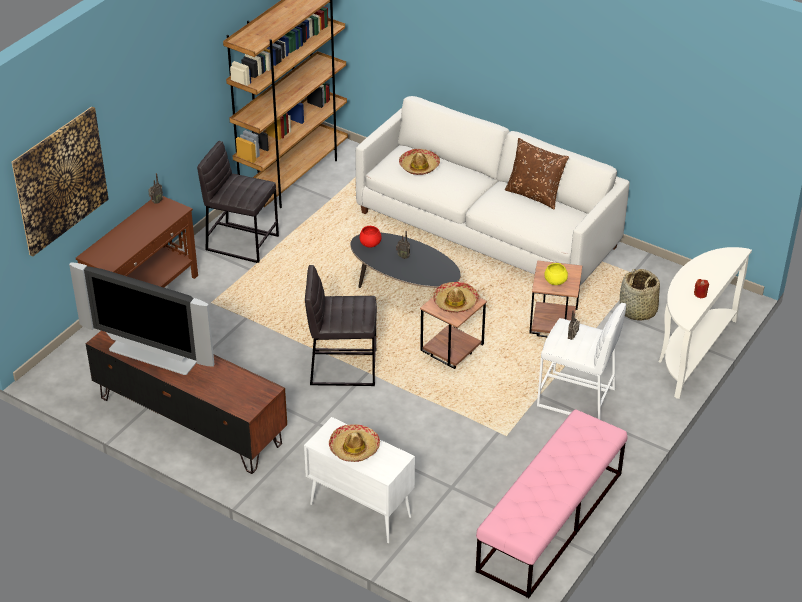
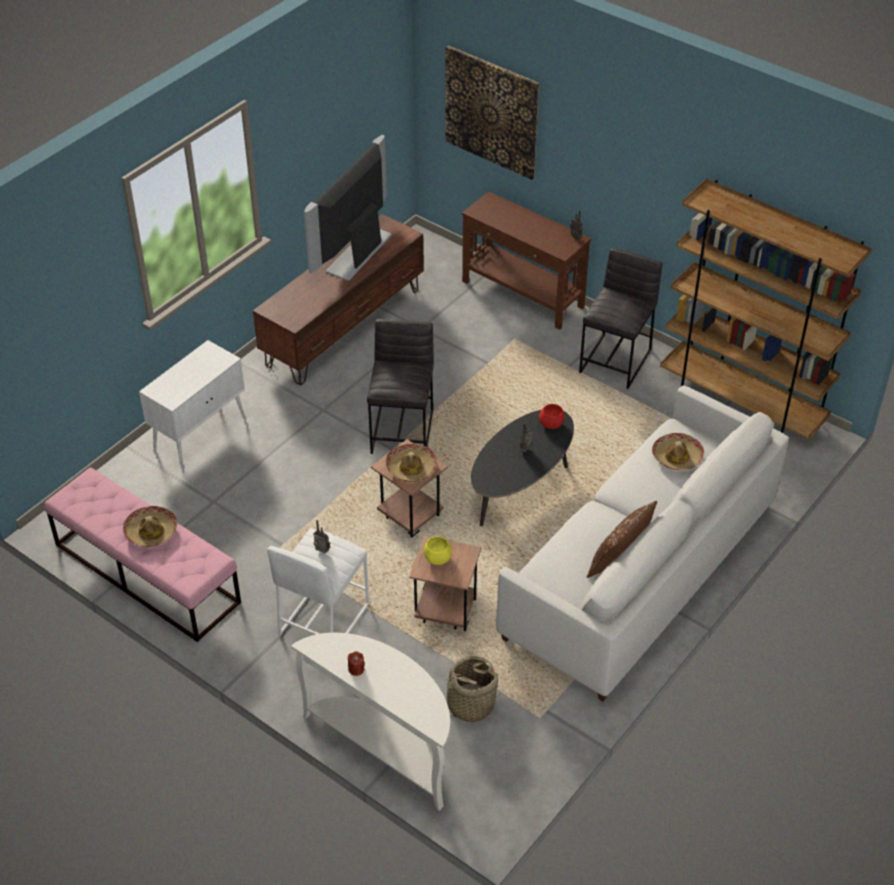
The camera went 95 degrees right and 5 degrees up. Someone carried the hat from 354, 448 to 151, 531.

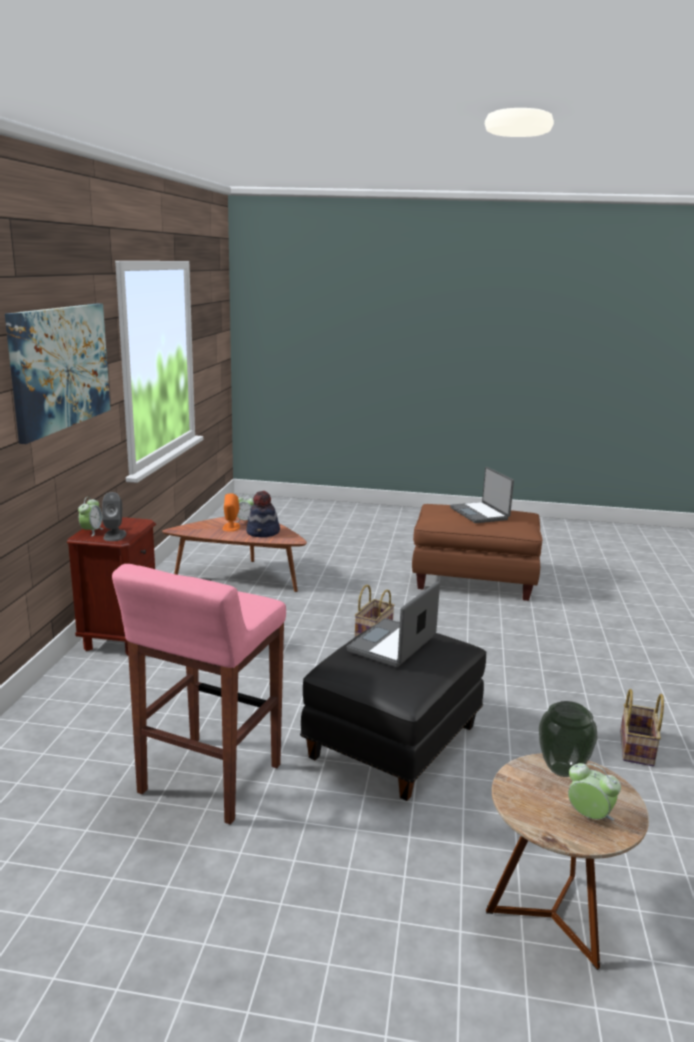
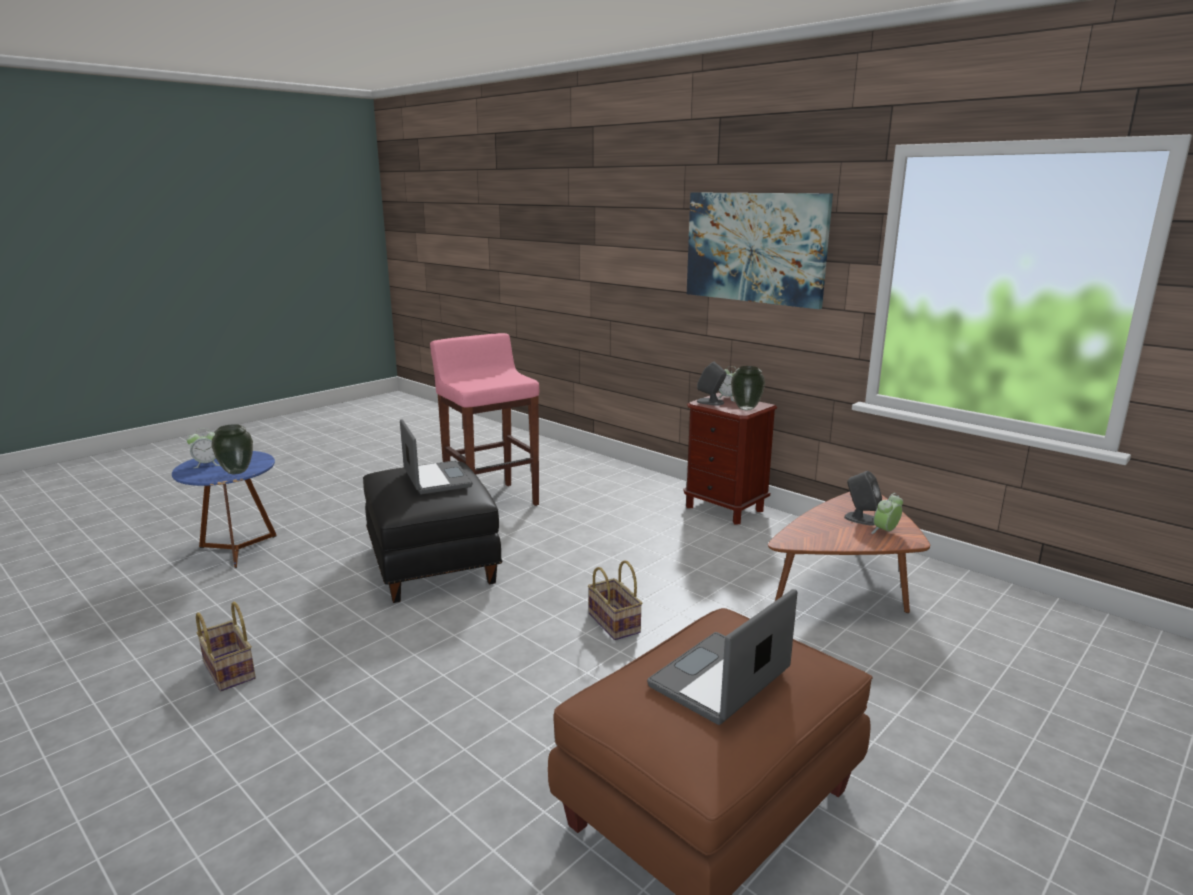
The camera went 125 degrees right and 0 degrees up. Someone rotated the laptop at 480, 513 by 60 degrees counterclockwise. Someone took away the hat at 263, 533. Someone repainted the orange speaker at 231, 527, which became the grey speaker at 861, 519. Someone repainted the brown side table at 550, 917, which became the blue side table at 238, 550. Someone put down the vase at 745, 408.

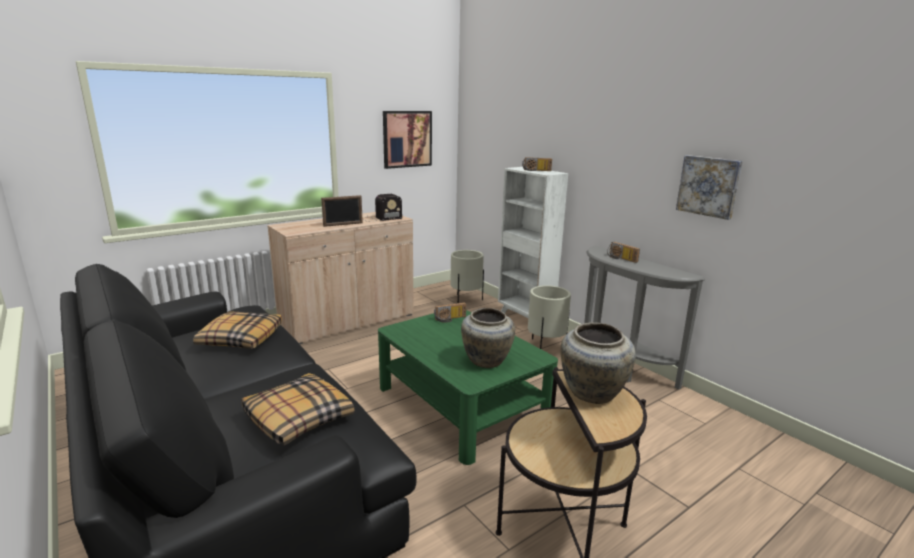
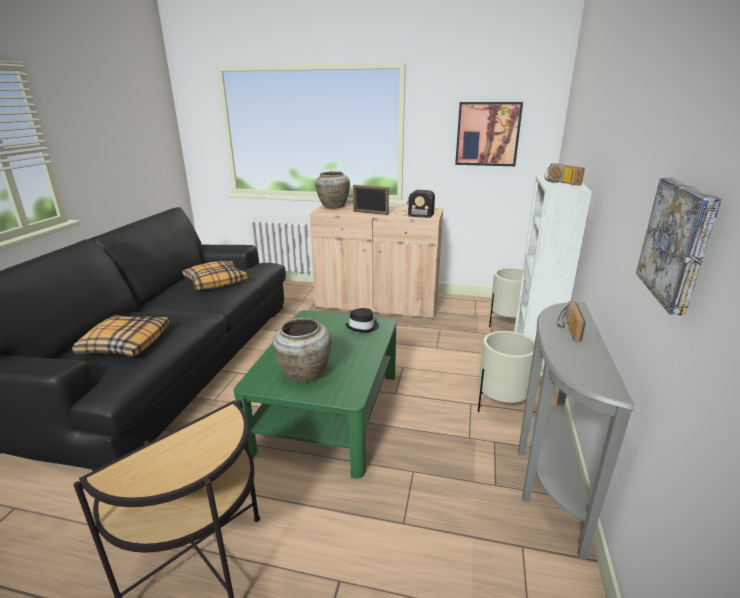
The camera went 50 degrees right and 5 degrees up. Someone swapped the radio at 450, 319 for the black hat at 363, 326. Someone carried the beige vase from 591, 393 to 333, 206.

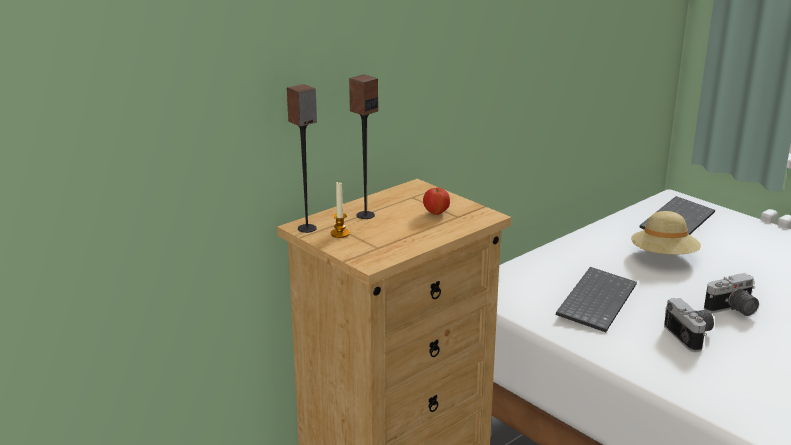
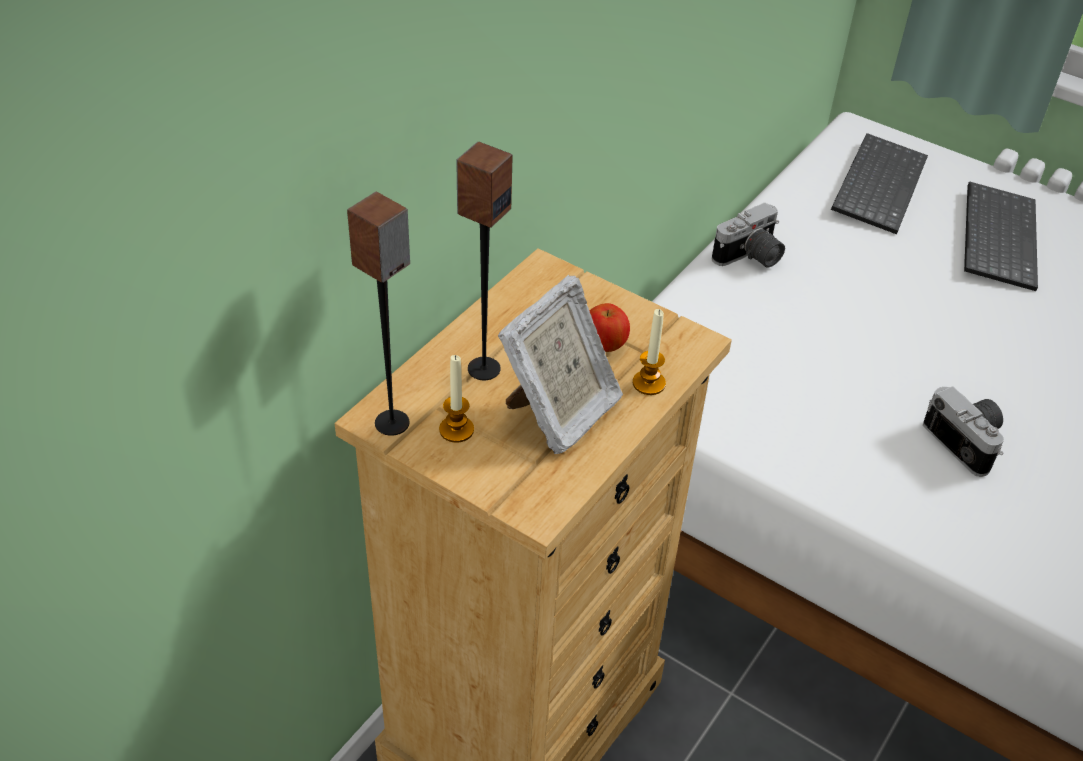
The camera went 15 degrees left and 20 degrees up. Someone took away the beige hat at 663, 257. Someone carried the keyboard from 595, 300 to 996, 236. Someone carried the photo camera from 733, 310 to 750, 258. Someone put down the picture frame at 559, 413. Someone put down the candle at 649, 383.

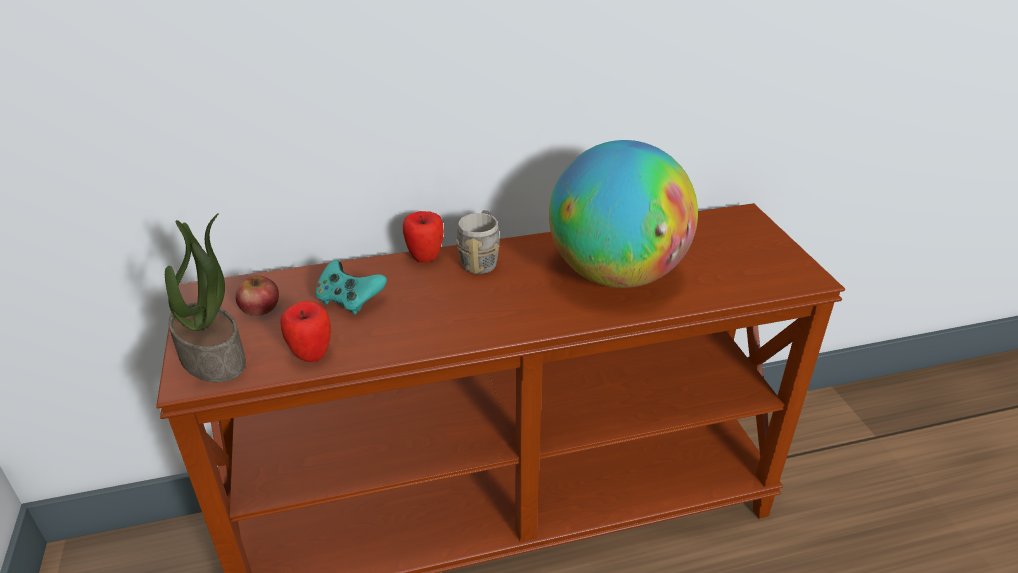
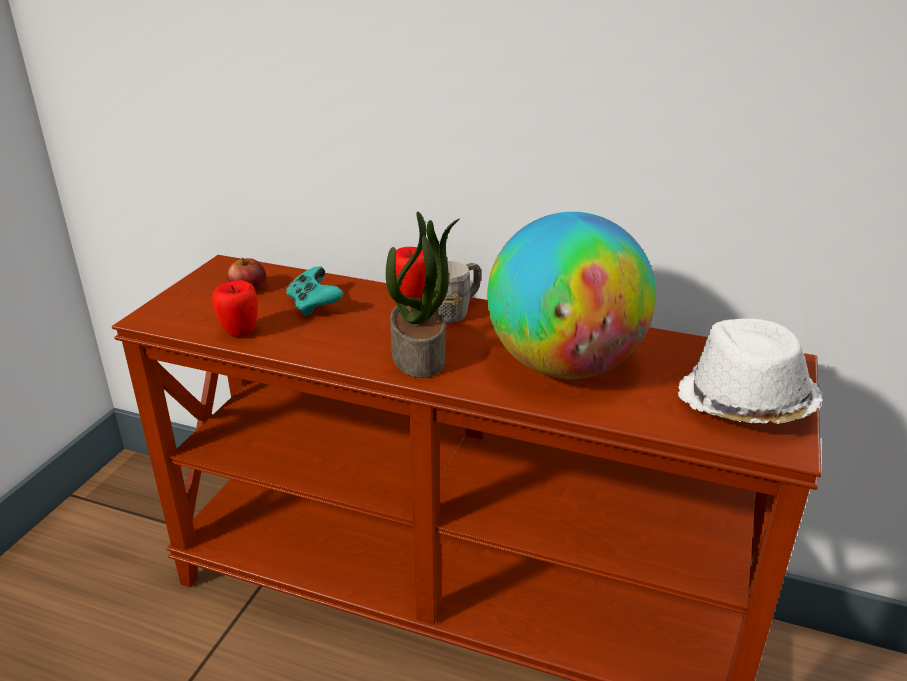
The camera went 35 degrees right and 5 degrees down. Someone carried the potted plant from 214, 358 to 420, 356. Someone put down the white hat at 743, 403.

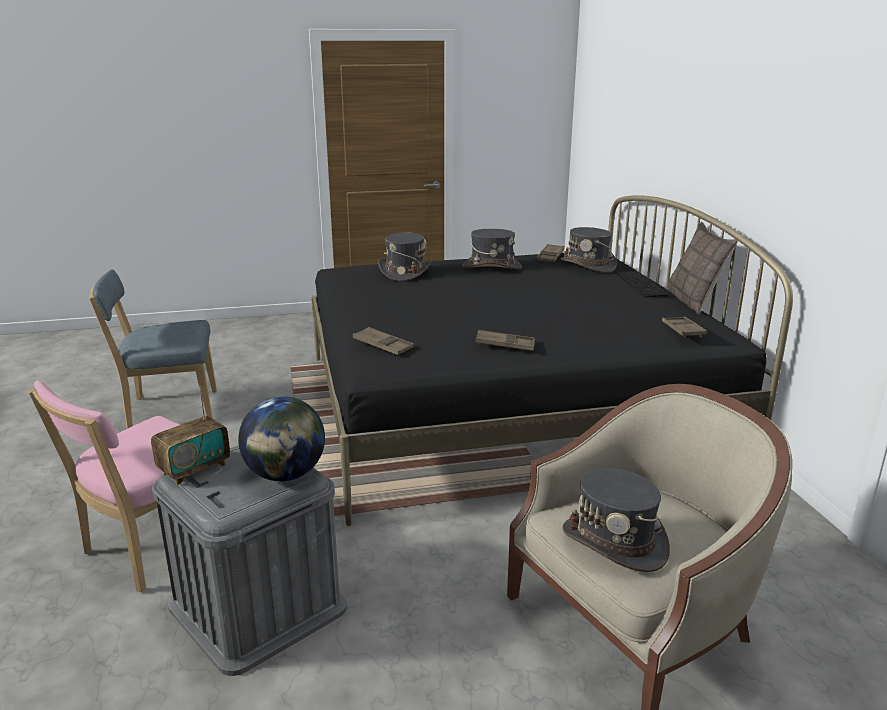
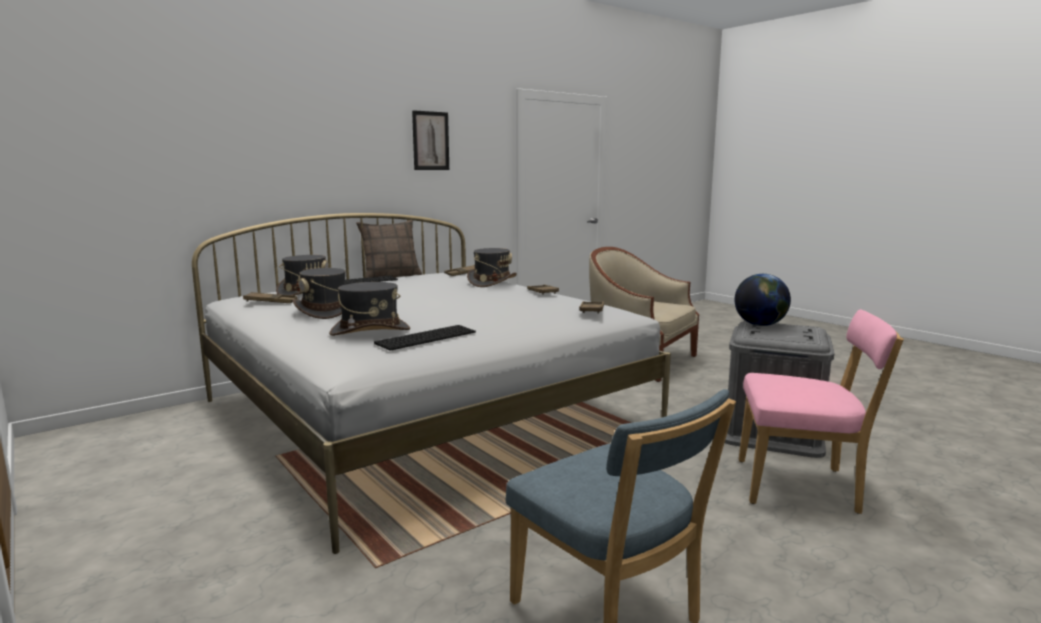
The camera went 115 degrees left and 10 degrees down. Someone repainted the black bed at 506, 407, which became the white bed at 423, 414. Someone took away the radio at 194, 469. Someone carried the grey hat from 614, 542 to 491, 282. Someone put up the picture at 430, 141. Someone put down the keyboard at 426, 337.

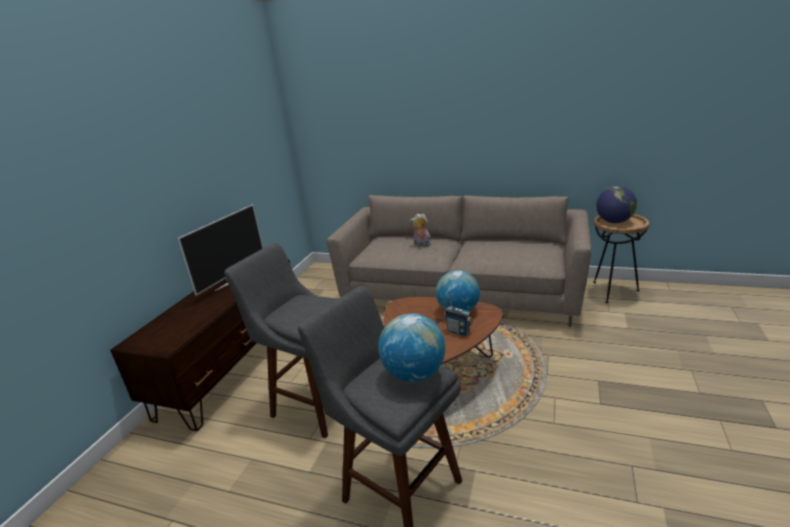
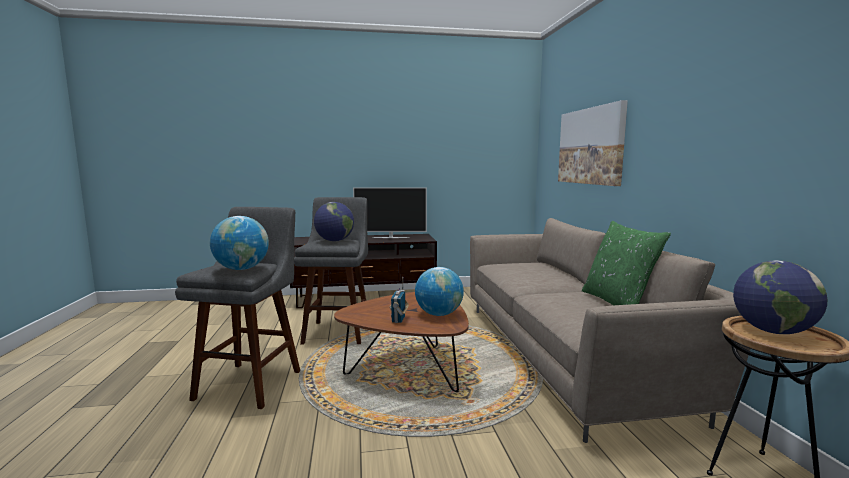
The camera went 60 degrees right and 15 degrees down. Someone took away the plush toy at 421, 245. Someone put up the picture at 590, 146. Someone put down the globe at 334, 241. Someone put down the green pillow at 618, 303.

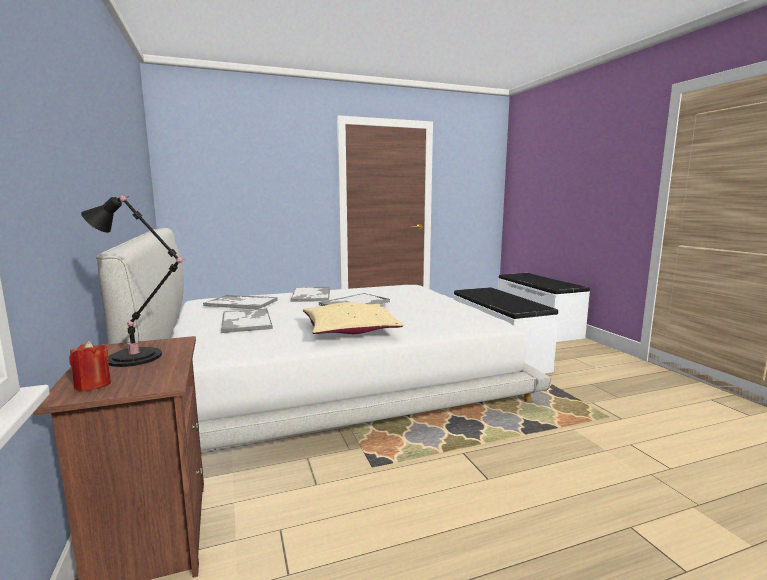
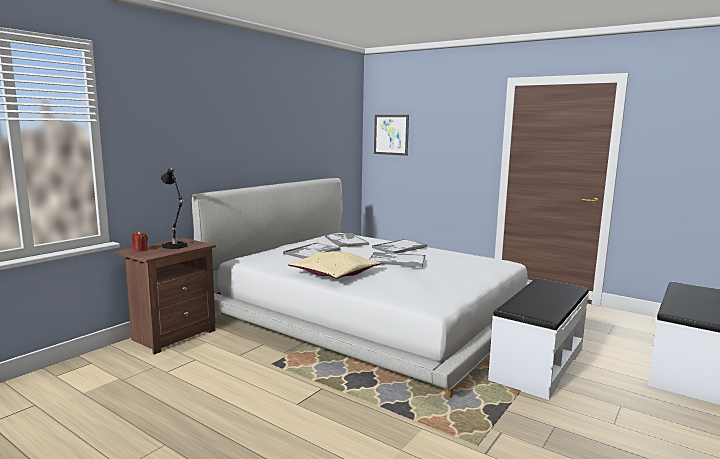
The camera went 55 degrees right and 0 degrees up. Someone put up the picture at 391, 134.

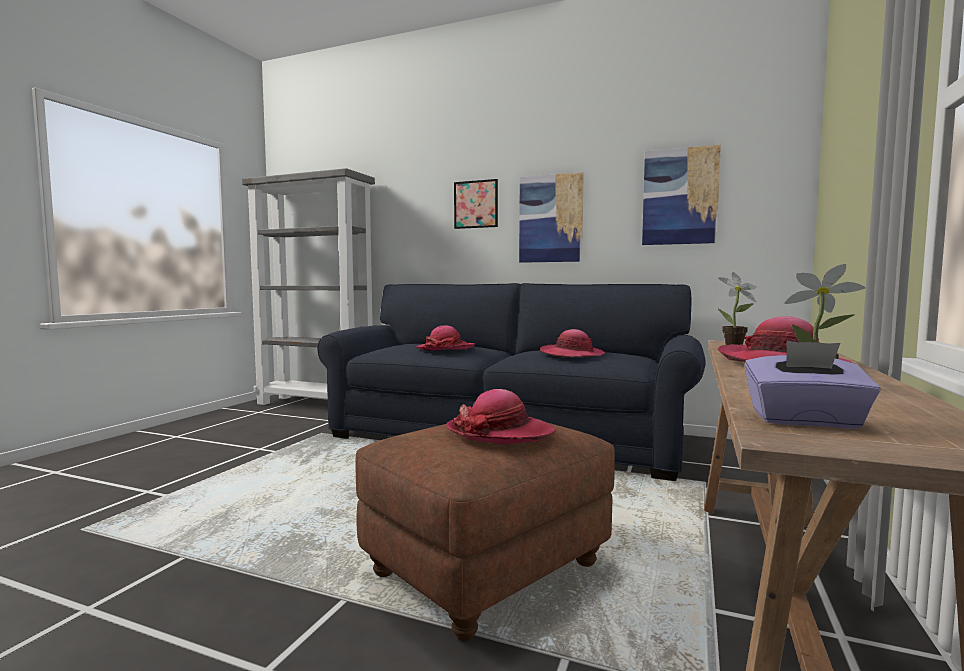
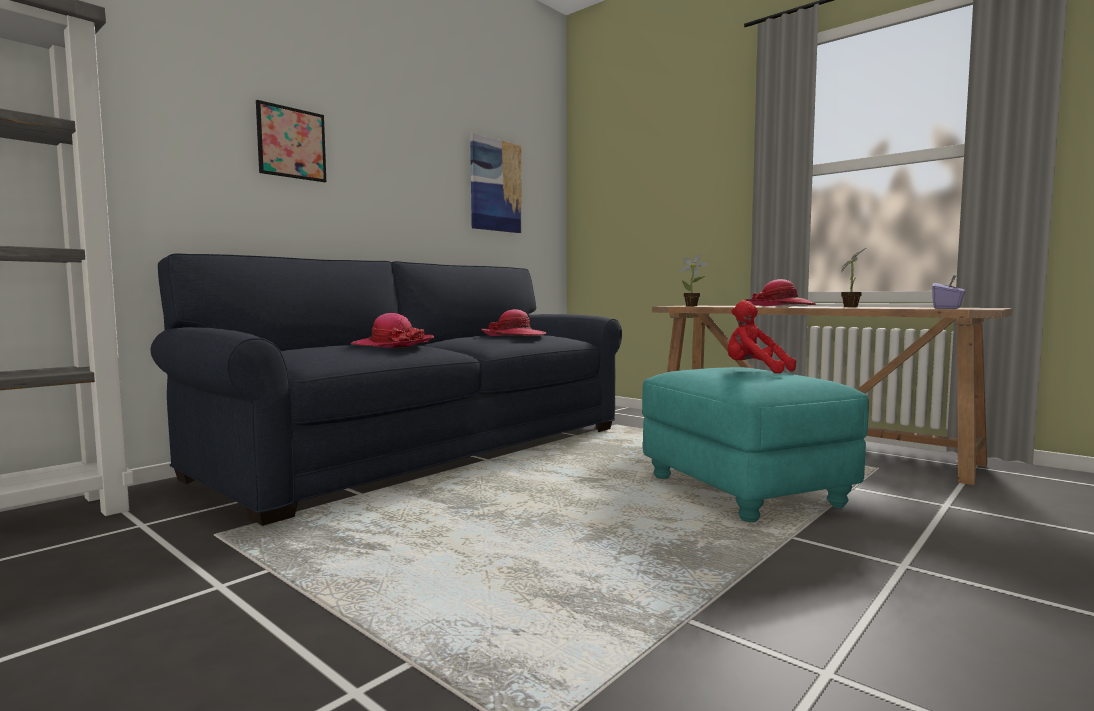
The camera went 70 degrees left and 0 degrees up. Someone took away the picture at 550, 219. Someone swapped the hat at 500, 432 for the red plush toy at 754, 371. Someone repainted the brown ottoman at 486, 570, which became the turquoise ottoman at 744, 491.

